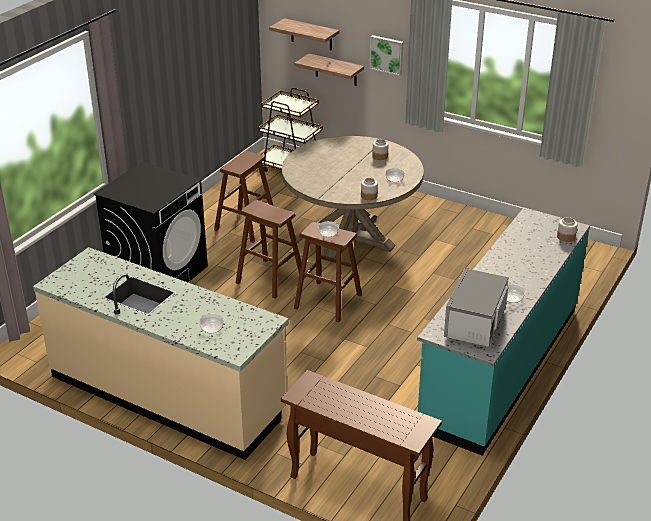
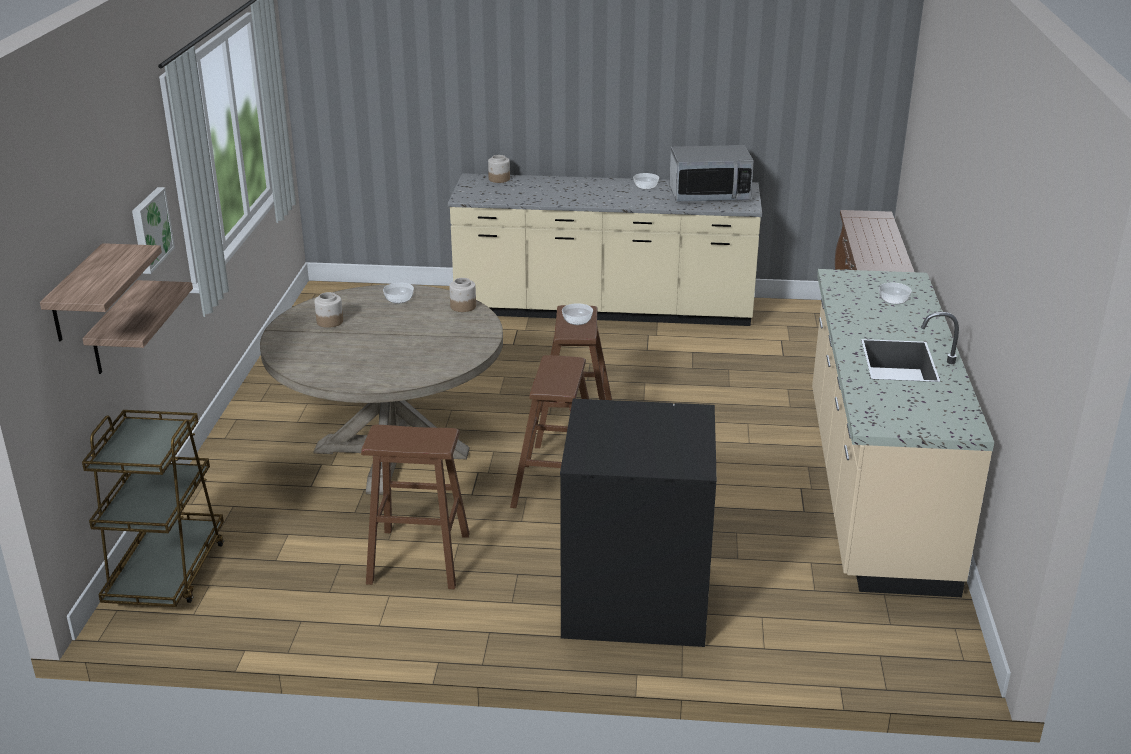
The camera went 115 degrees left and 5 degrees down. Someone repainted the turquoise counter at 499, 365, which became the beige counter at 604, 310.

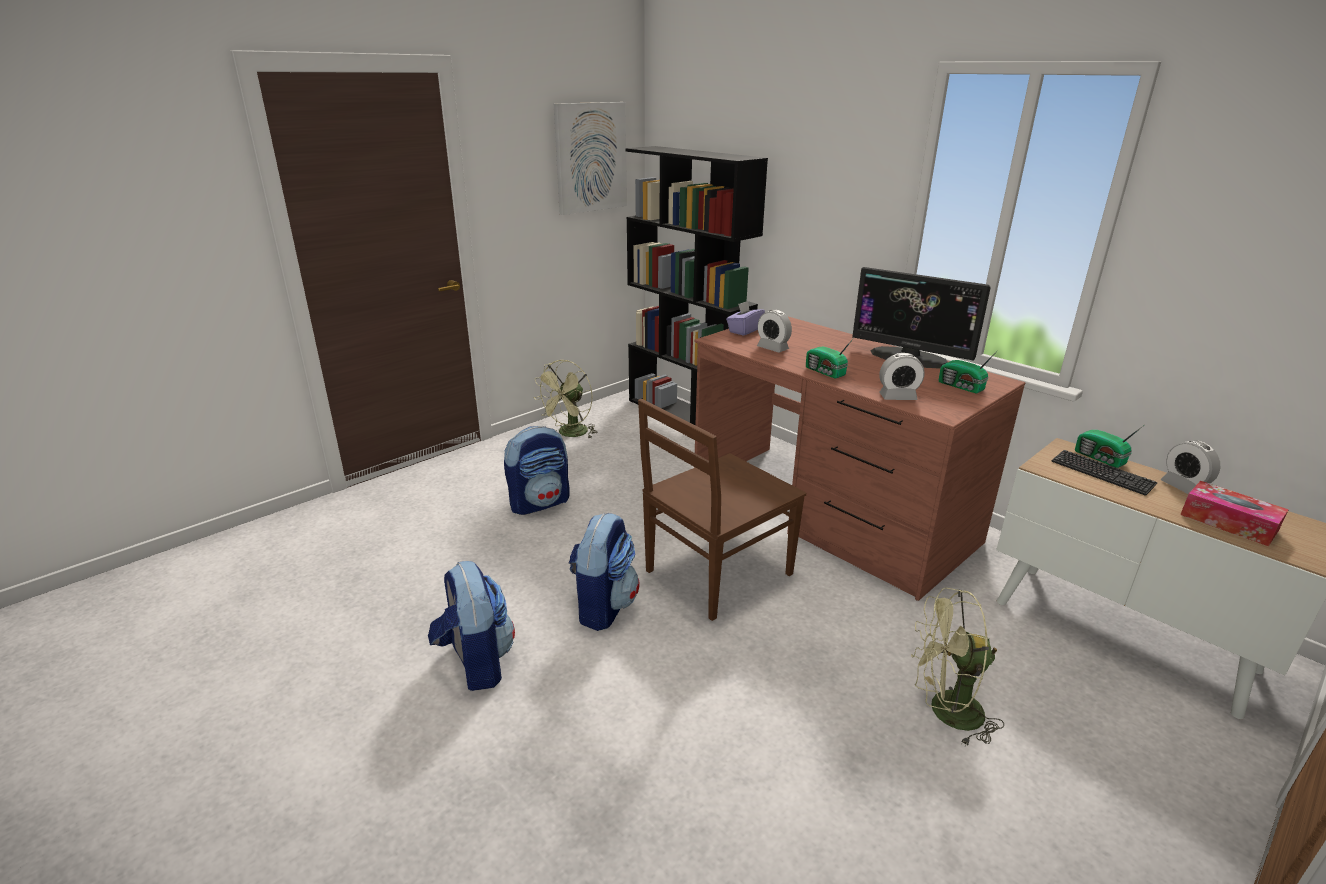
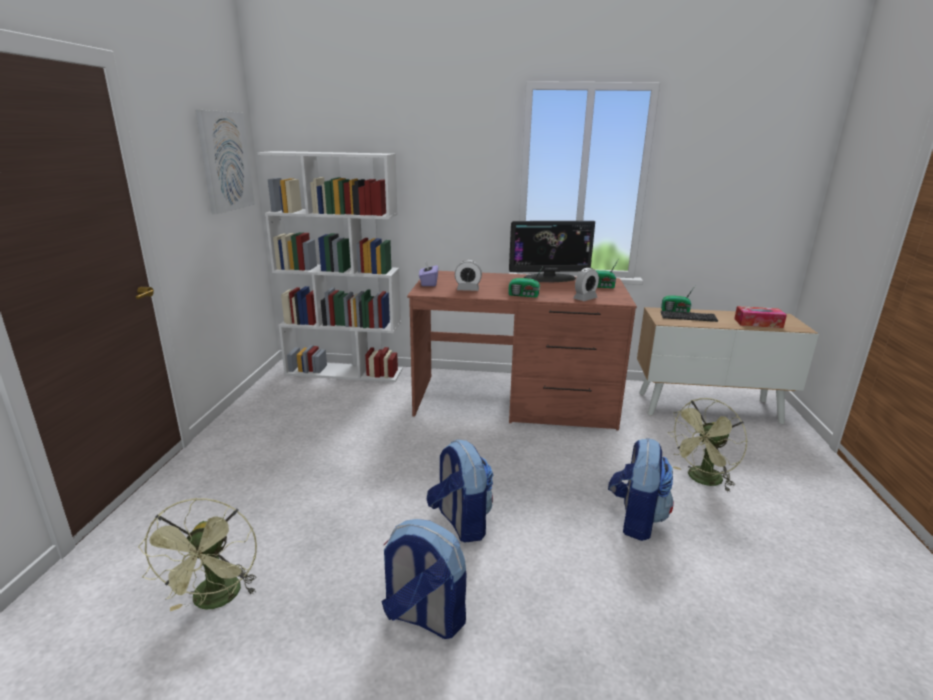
The camera went 40 degrees left and 5 degrees down. Someone repainted the black bookcase at 687, 415, which became the white bookcase at 345, 372. Someone carried the green fan from 570, 434 to 216, 601. Someone took away the brown chair at 716, 574. Someone carried the backpack from 540, 503 to 635, 519. Someone took away the alarm clock at 1183, 487.

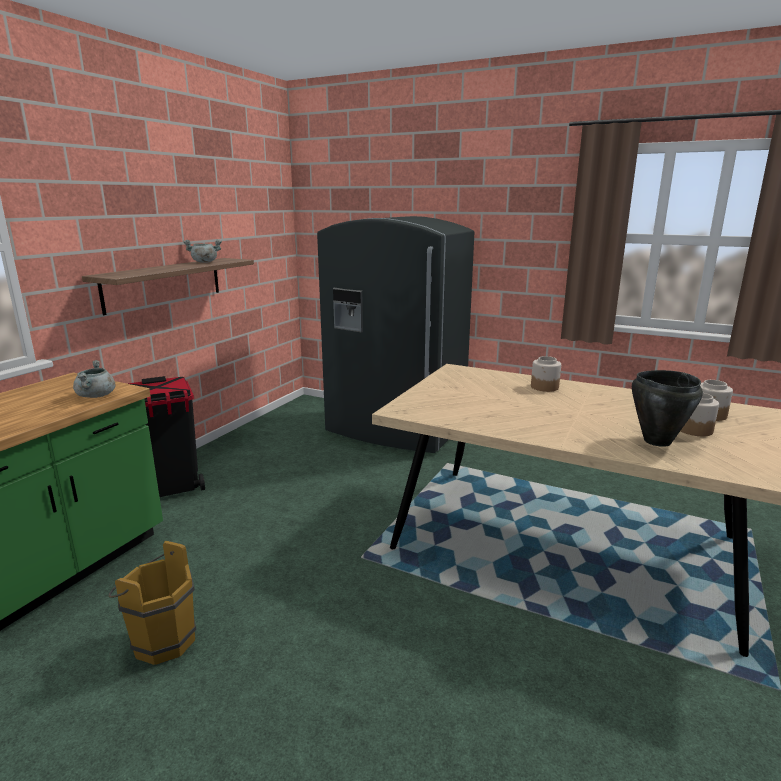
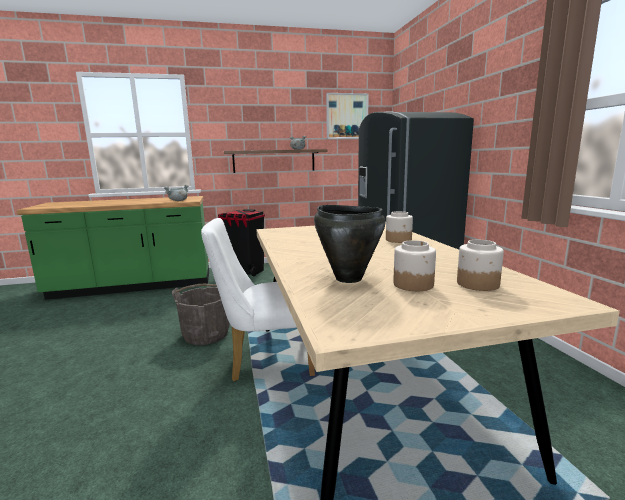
The camera went 50 degrees right and 5 degrees down. Someone took away the brown bucket at 160, 640. Someone put up the picture at 347, 116. Someone put down the white chair at 265, 360. Someone put down the grey bucket at 206, 334.

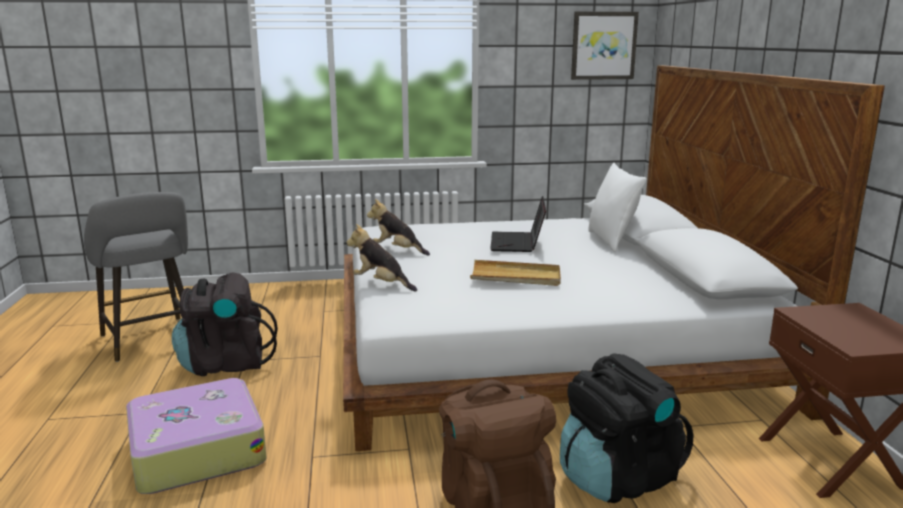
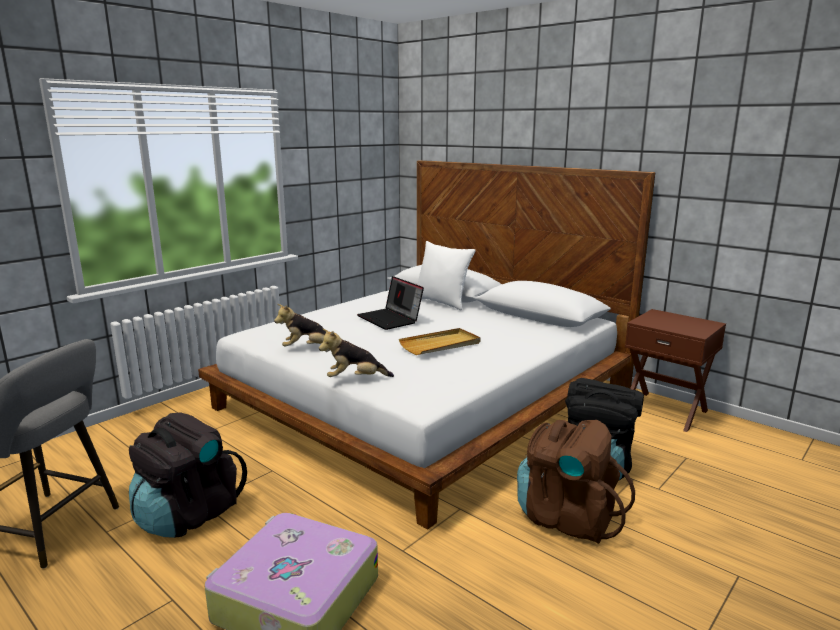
The camera went 40 degrees left and 0 degrees up. Someone took away the picture at 603, 45.

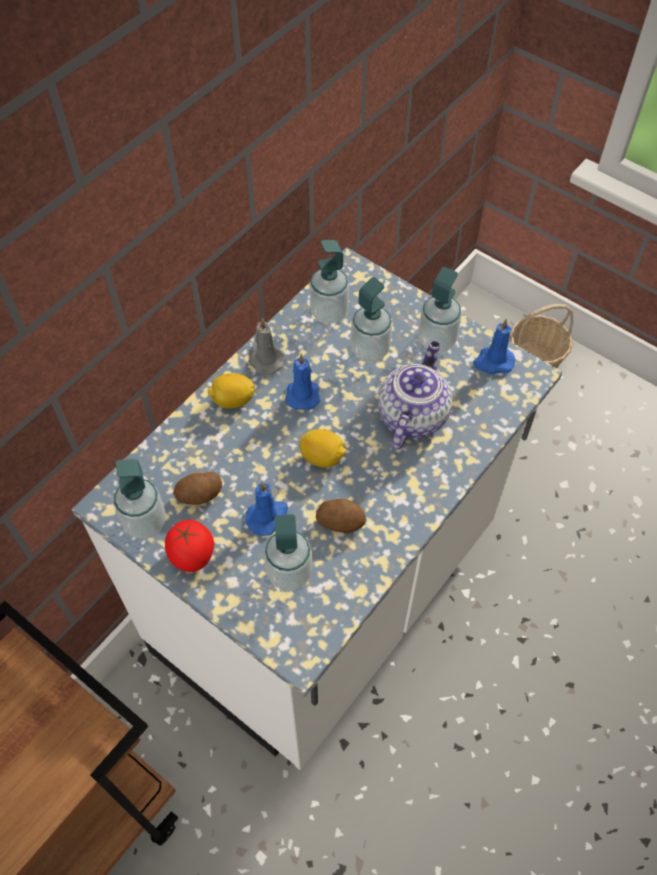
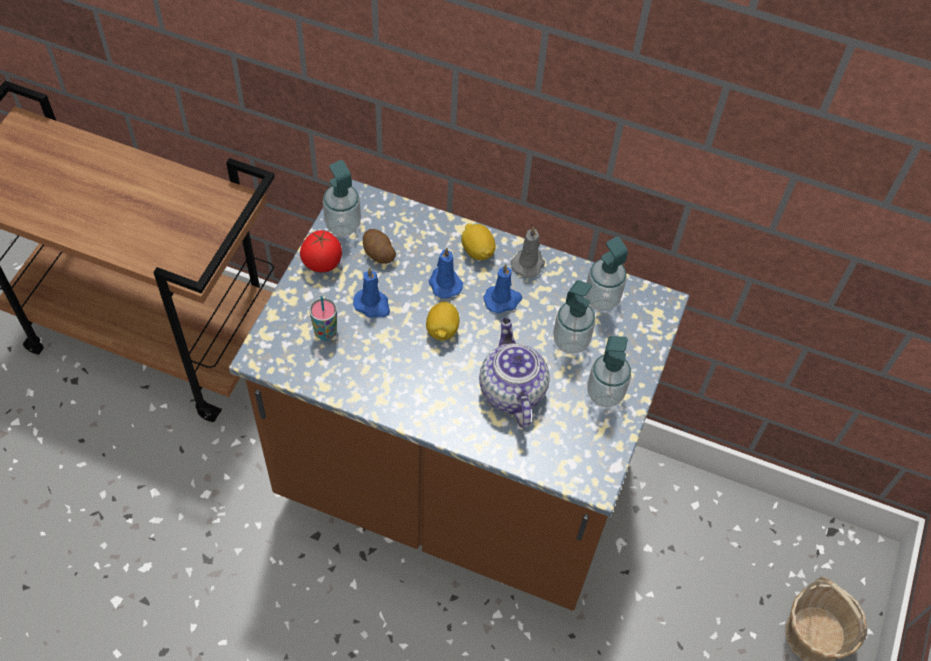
The camera went 70 degrees right and 0 degrees up. Someone repainted the white counter at 328, 595, which became the brown counter at 454, 486. Someone carried the blue candle from 493, 362 to 444, 283. Someone rotated the teapot at 412, 415 by 105 degrees counterclockwise. Someone took away the potato at 341, 521. Someone swapped the soap dispenser at 289, 573 for the cup at 325, 332.

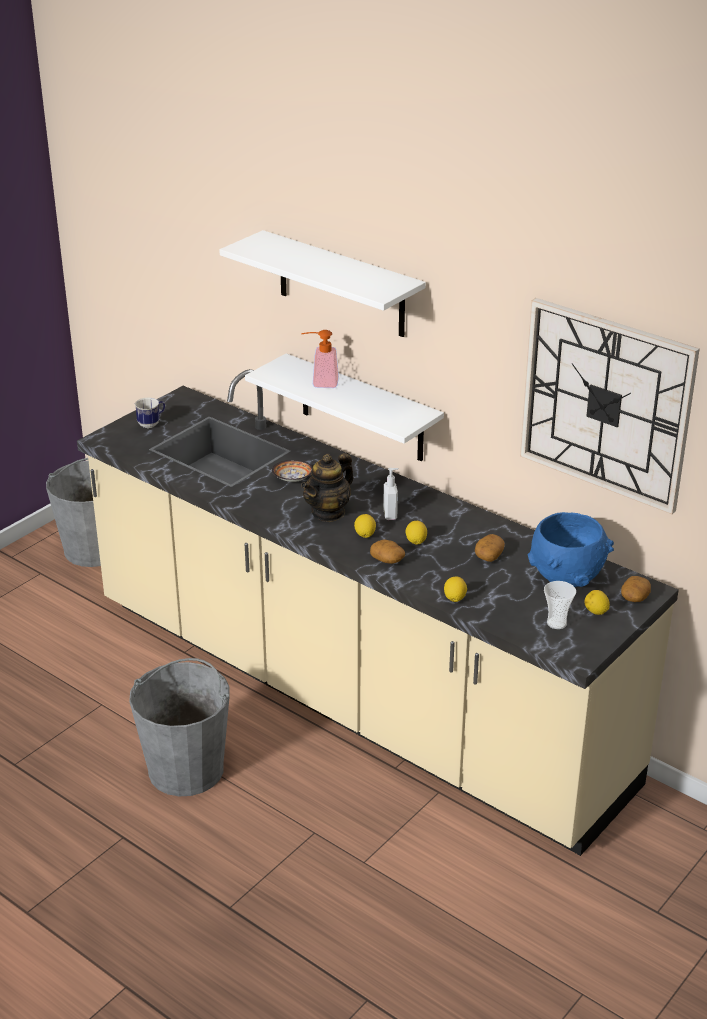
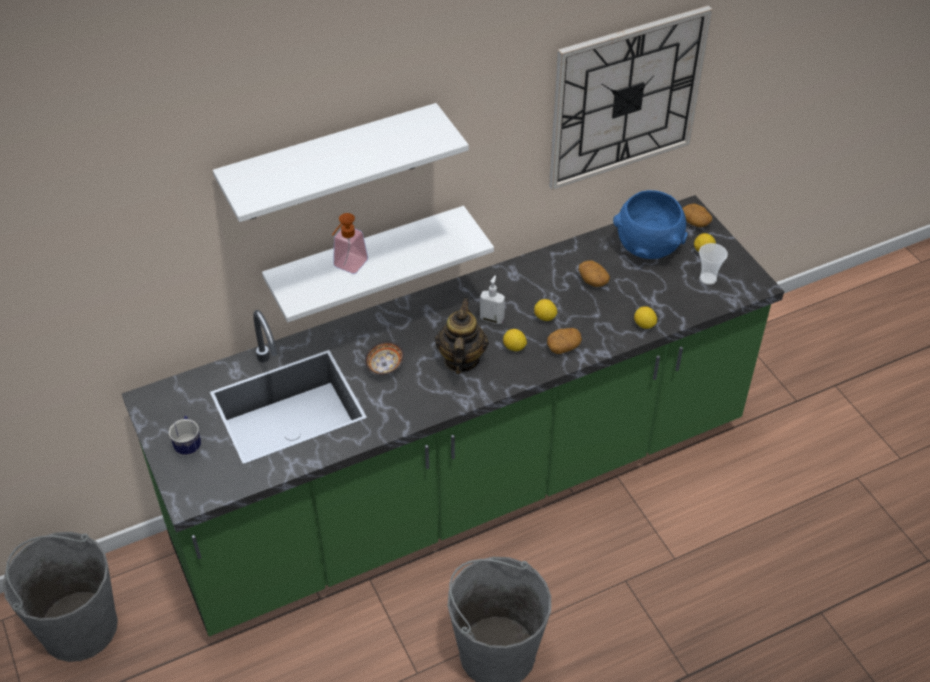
The camera went 65 degrees left and 15 degrees up. Someone repainted the beige counter at 353, 695, which became the green counter at 465, 486. Someone rotated the teapot at 328, 512 by 150 degrees counterclockwise.

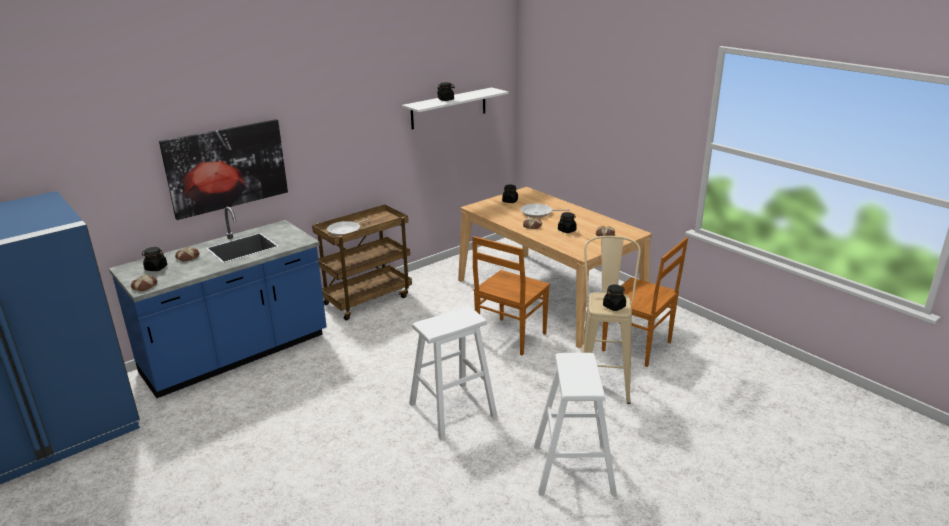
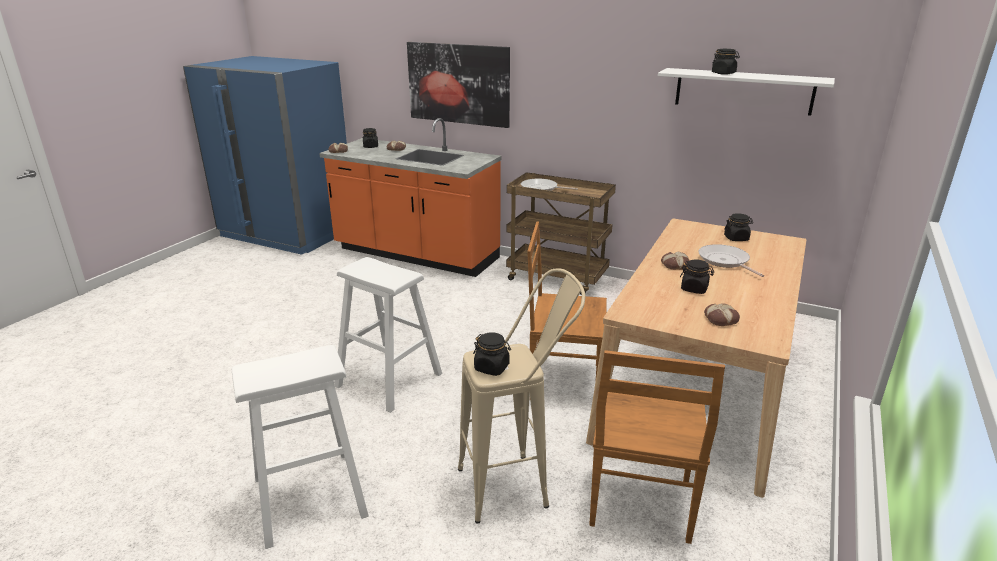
The camera went 65 degrees right and 0 degrees up. Someone repainted the blue counter at 236, 355, which became the orange counter at 416, 255.

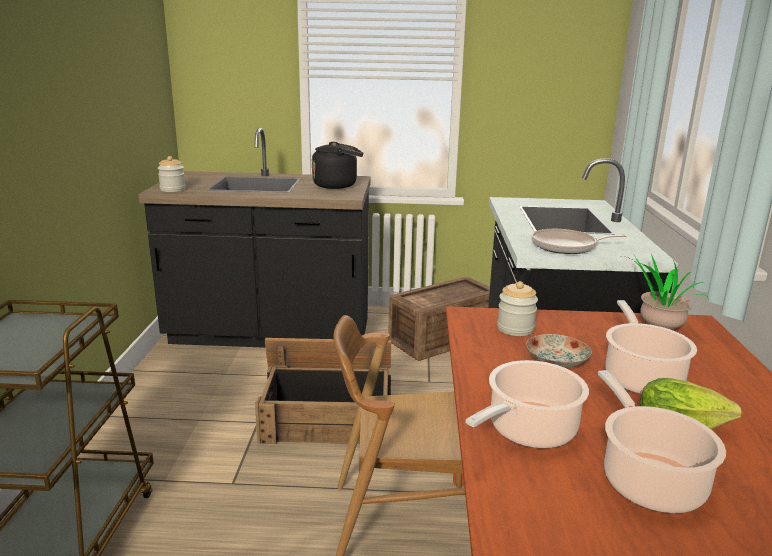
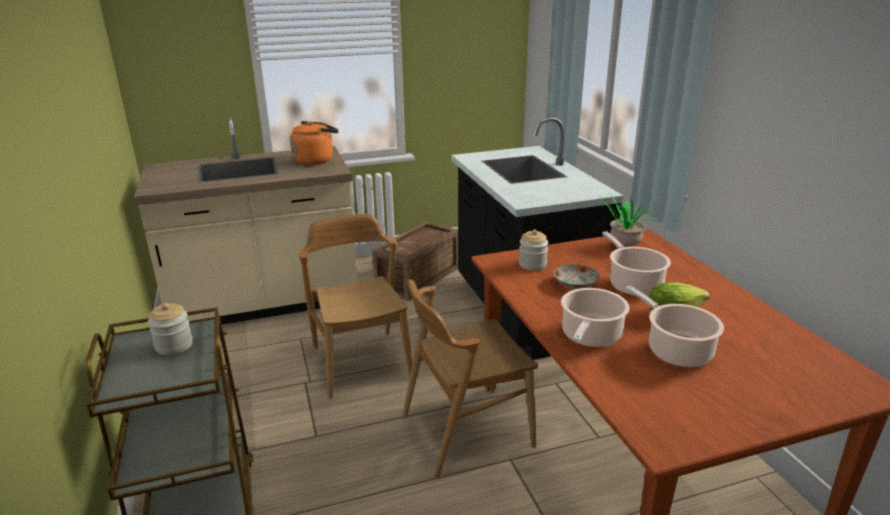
The camera went 20 degrees left and 5 degrees up. Someone repainted the black counter at 270, 334, which became the beige counter at 266, 304. Someone repainted the black kettle at 337, 185, which became the orange kettle at 315, 160. Someone carried the jar from 173, 189 to 174, 345. Someone took away the frying pan at 567, 247. Someone swapped the crate at 328, 416 for the brown chair at 362, 363.

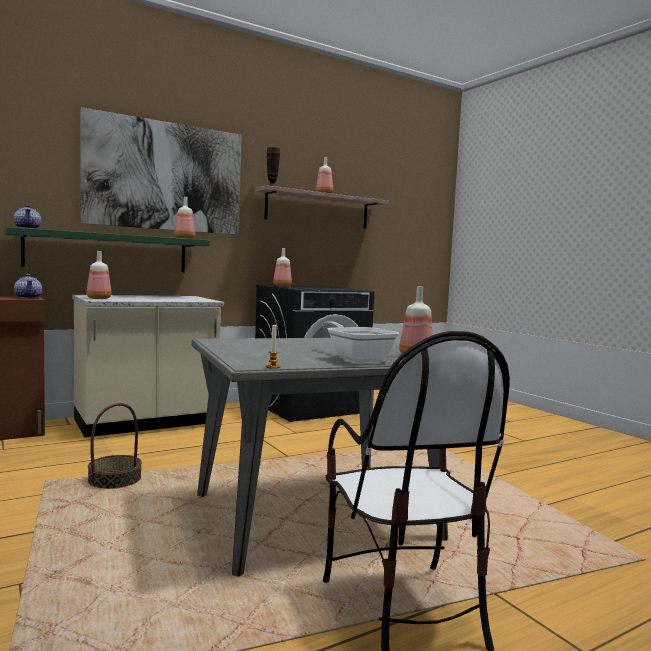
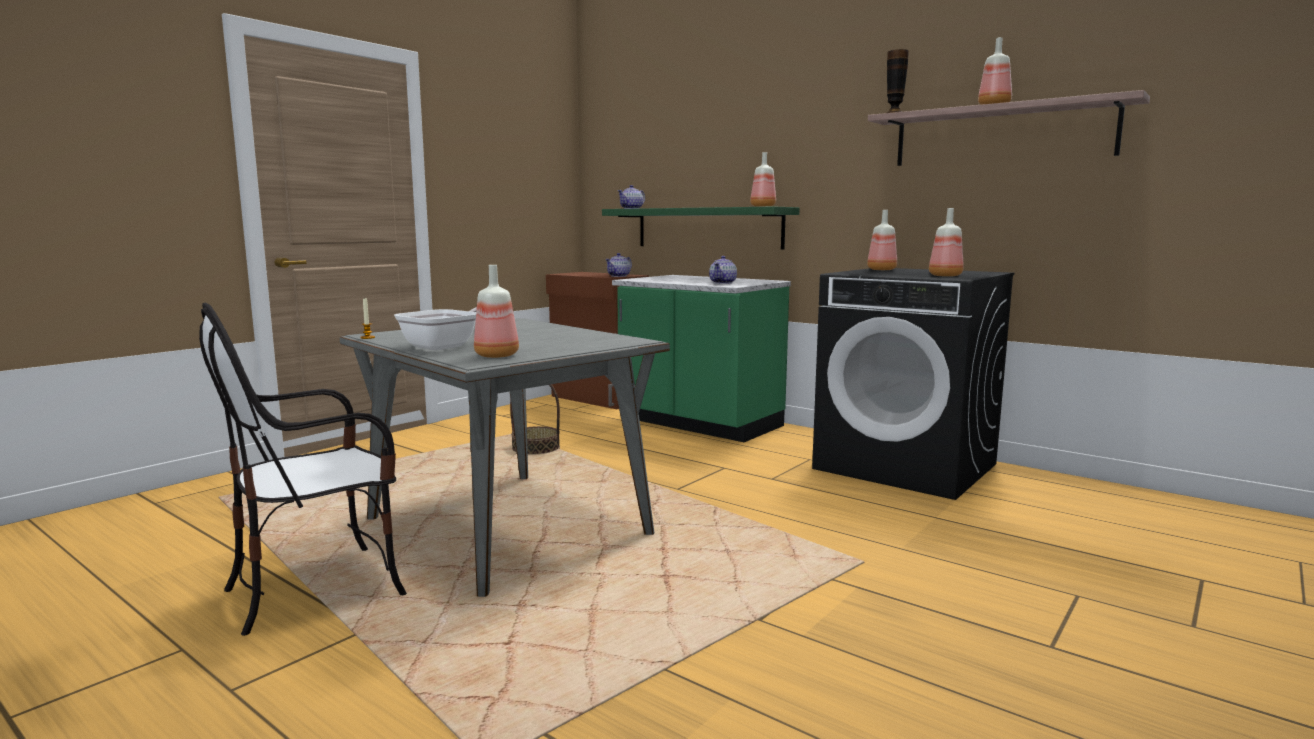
The camera went 70 degrees right and 5 degrees up. Someone took away the picture at 165, 176. Someone carried the bottle from 99, 298 to 945, 276. Someone repainted the beige counter at 146, 423, which became the green counter at 699, 424. Someone put down the teapot at 723, 283.

